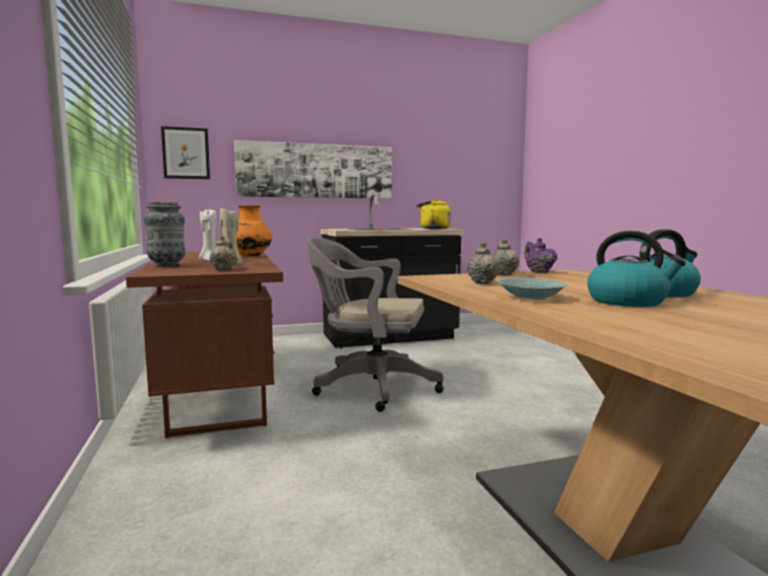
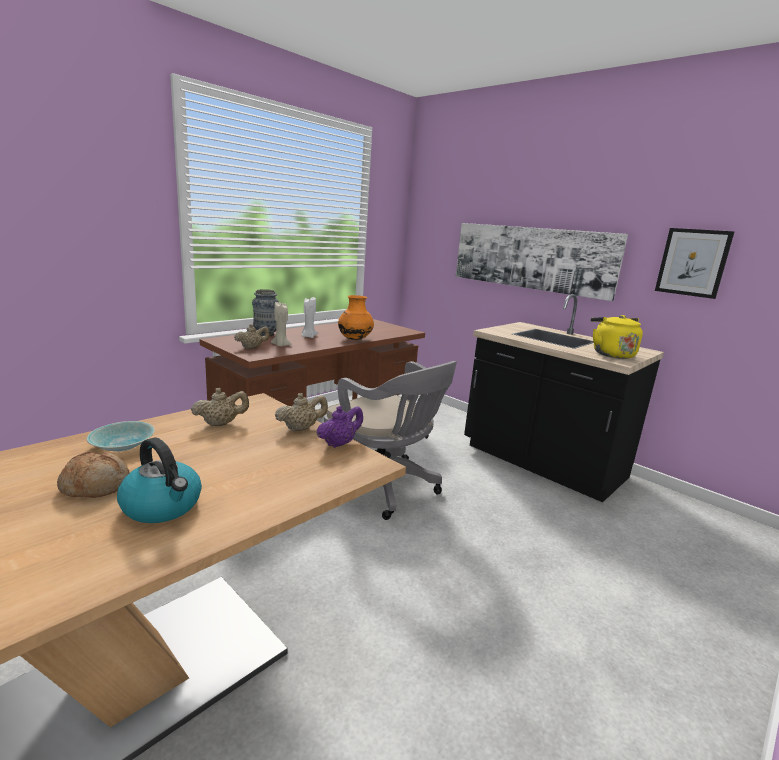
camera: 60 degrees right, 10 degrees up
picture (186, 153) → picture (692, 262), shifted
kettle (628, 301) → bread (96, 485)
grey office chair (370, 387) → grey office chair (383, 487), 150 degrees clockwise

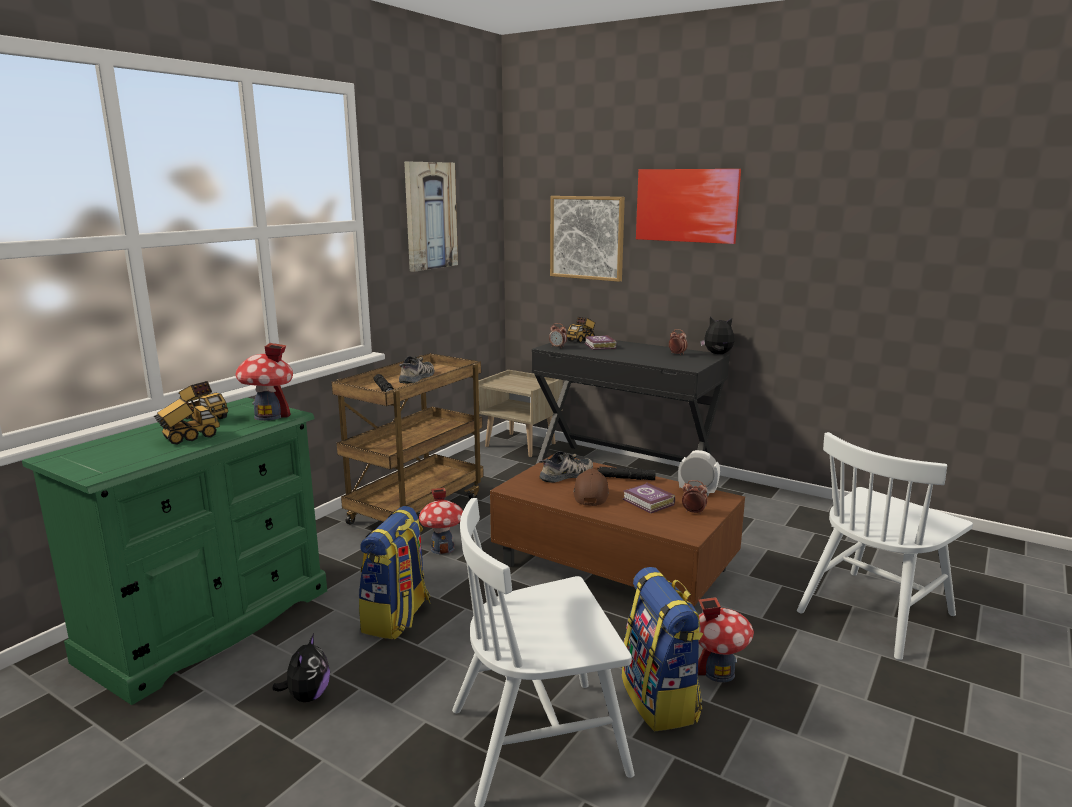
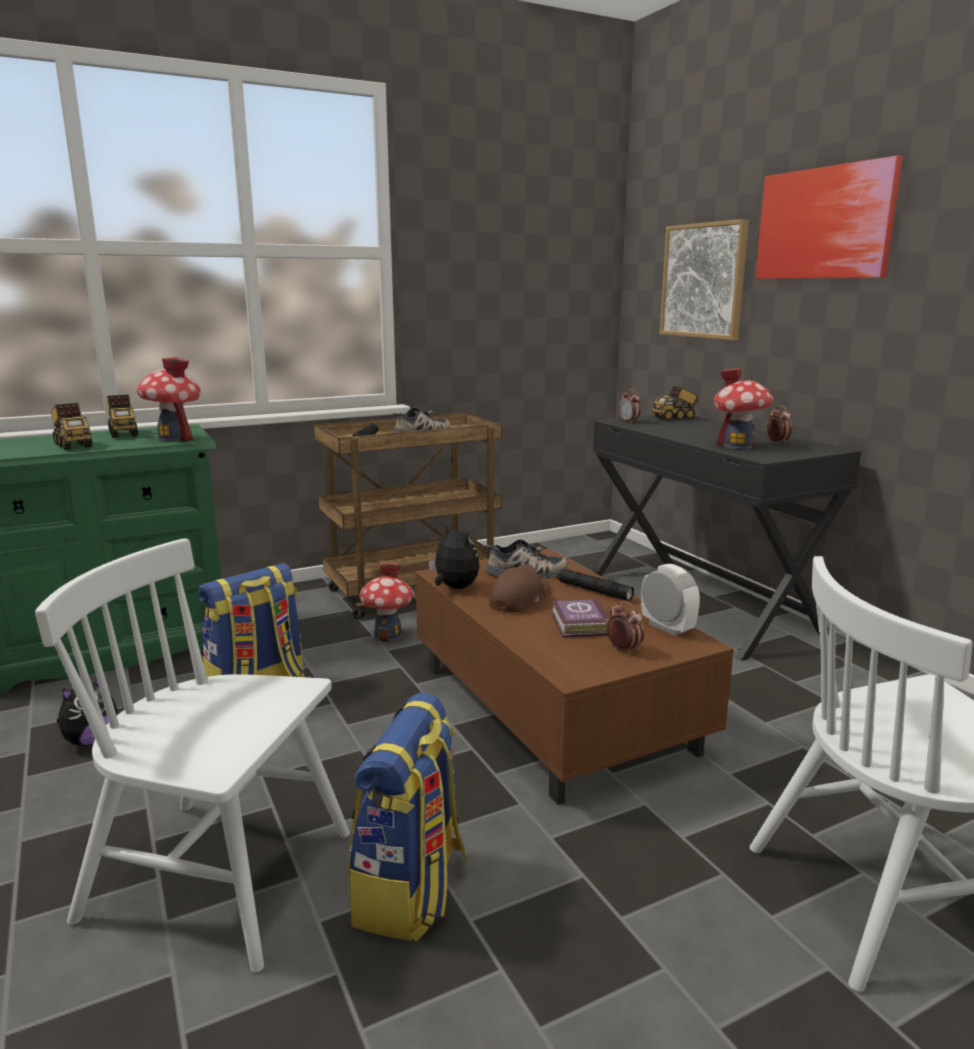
camera: 30 degrees right, 0 degrees up
picture (430, 216) → -
beige nightstand (521, 445) → -
book (599, 346) → -
toy house (718, 672) → toy house (738, 446), shifted
plush toy (717, 354) → plush toy (454, 588), shifted
toy truck (189, 438) → toy truck (73, 445), 60 degrees clockwise

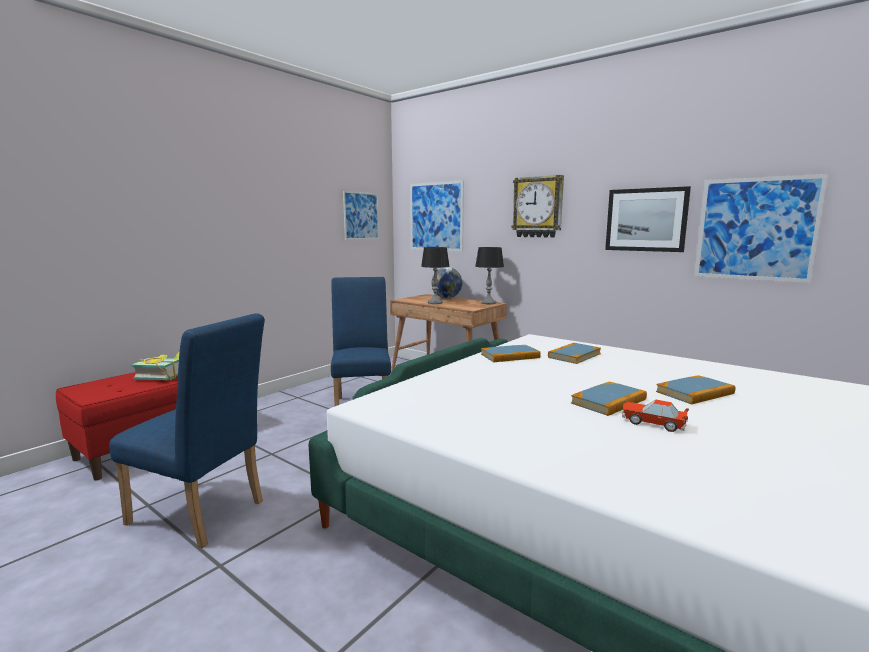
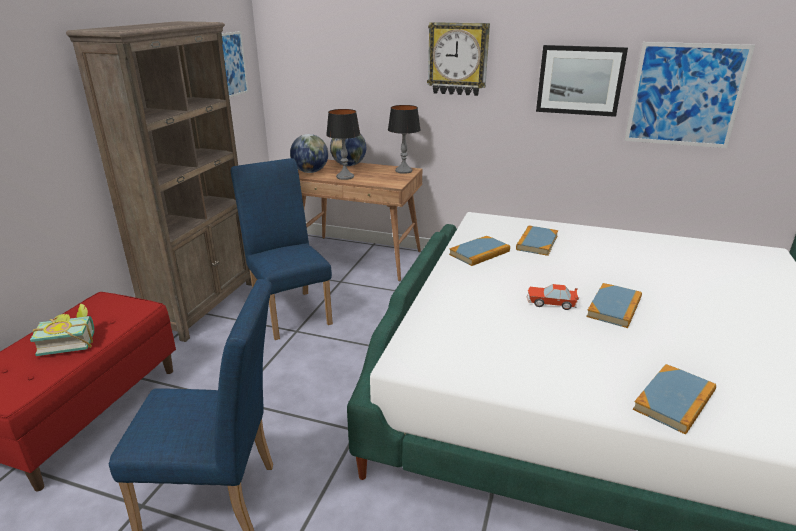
camera: 20 degrees left, 15 degrees up
picture (436, 216) → -
- → brown bookcase (204, 305)
- → globe (310, 172)
toy car (652, 423) → toy car (551, 303), shifted
book (695, 393) → book (674, 401), shifted

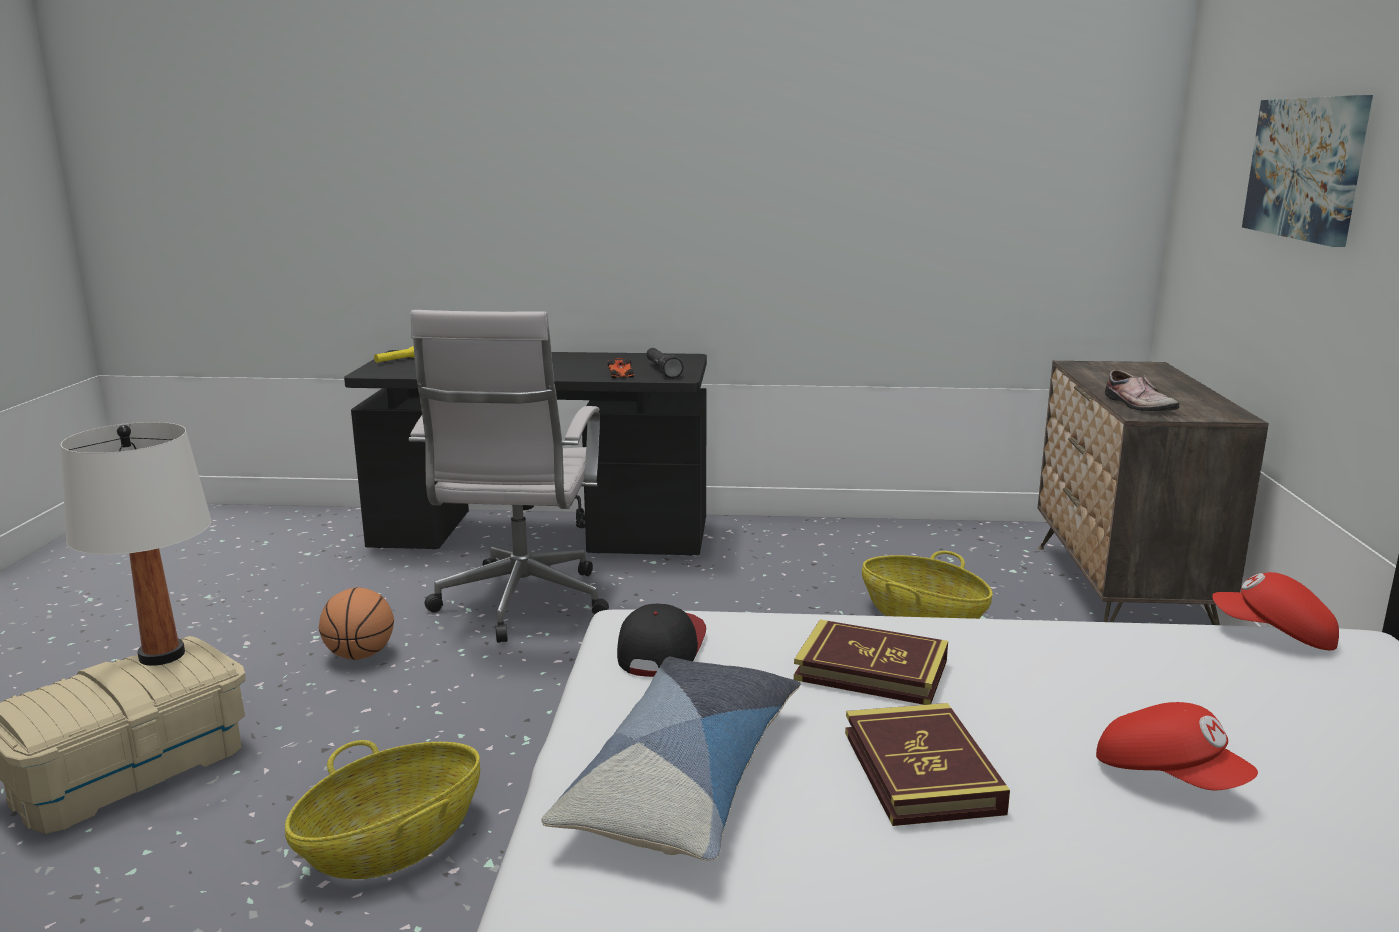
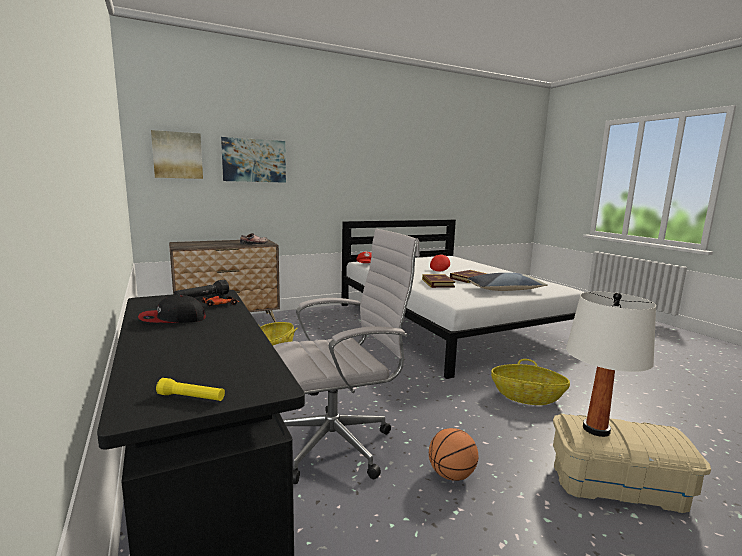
camera: 120 degrees left, 5 degrees down
- → picture (177, 155)
cap (660, 647) → cap (172, 319), shifted

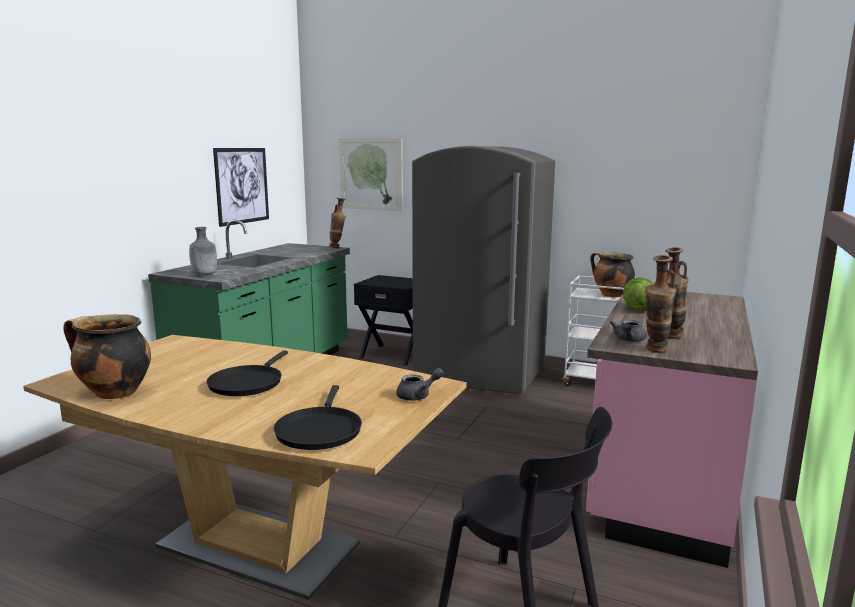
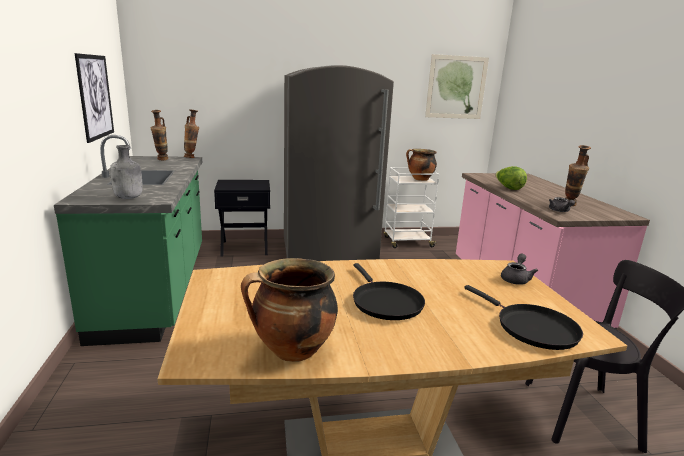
camera: 35 degrees left, 5 degrees up
picture (370, 174) → picture (456, 87), shifted
vase (655, 351) → vase (161, 160), shifted

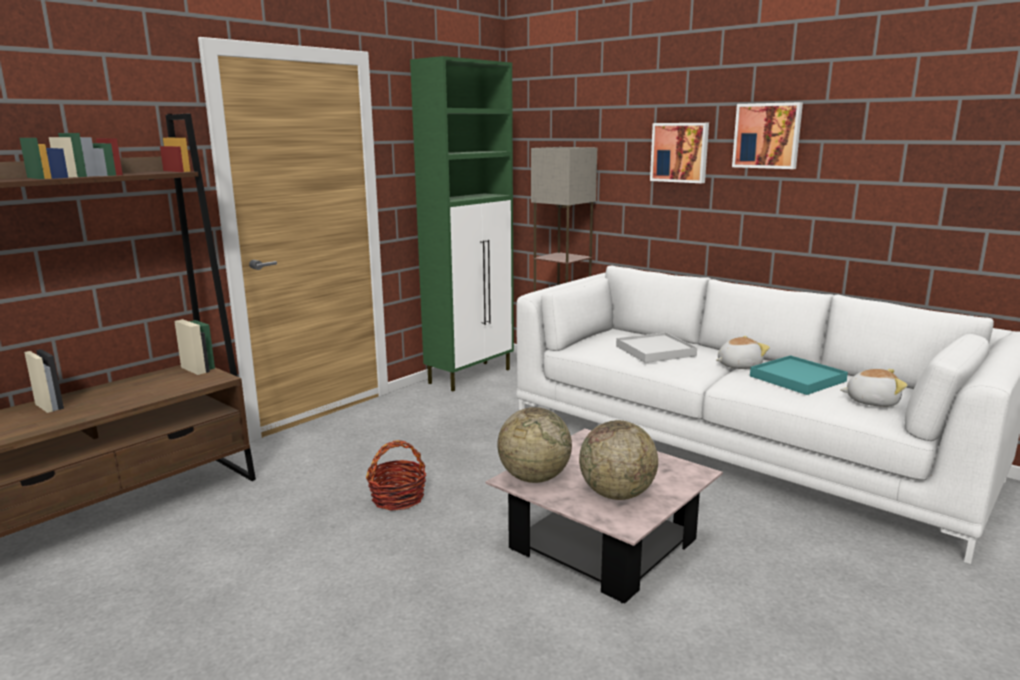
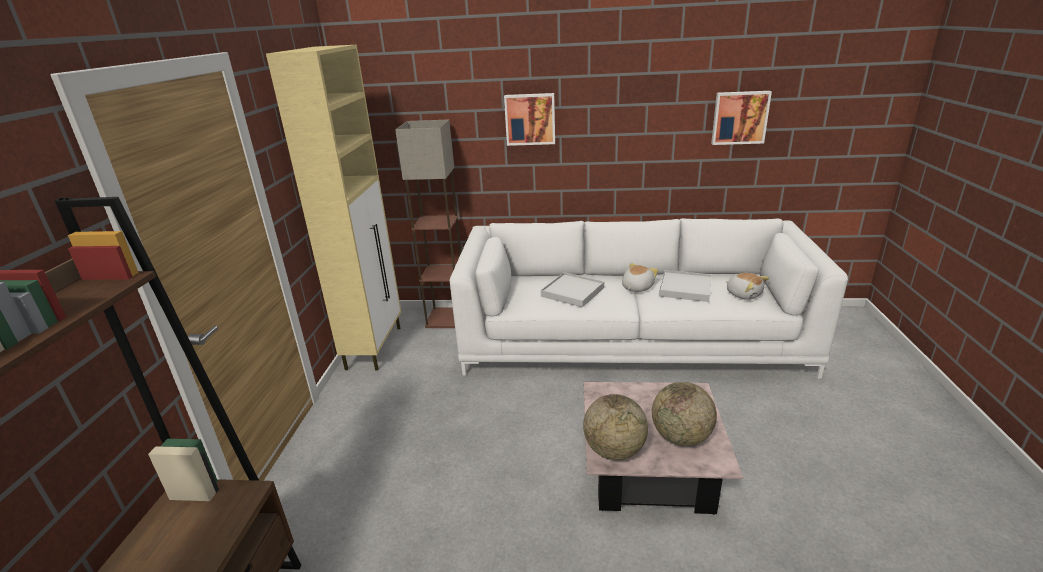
camera: 35 degrees left, 10 degrees up
basket (398, 498) → -
picture (767, 135) → picture (739, 117), shifted
green cabinet (471, 376) → beige cabinet (375, 347)
turquoise tray (797, 378) → white tray (685, 288)
plush toy (871, 401) → plush toy (744, 294), 75 degrees clockwise

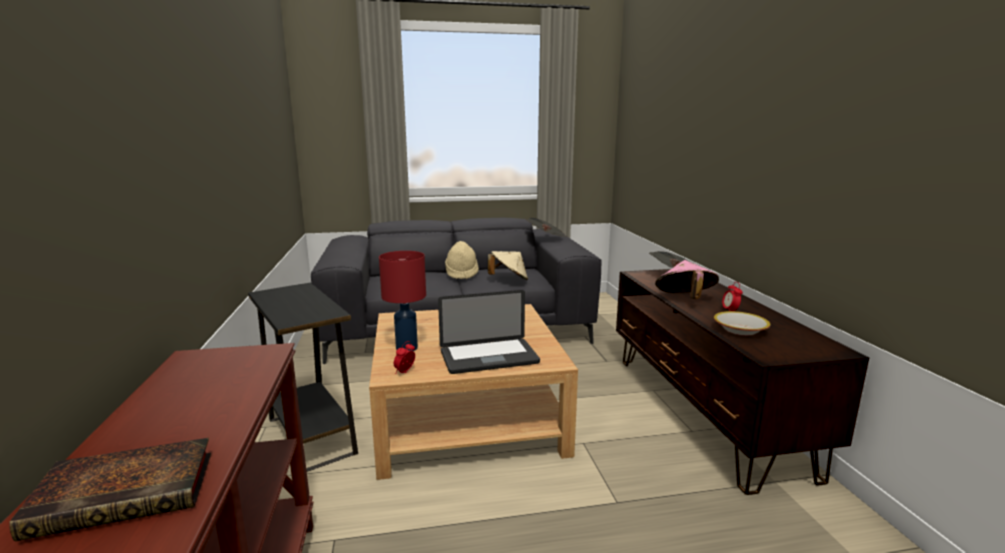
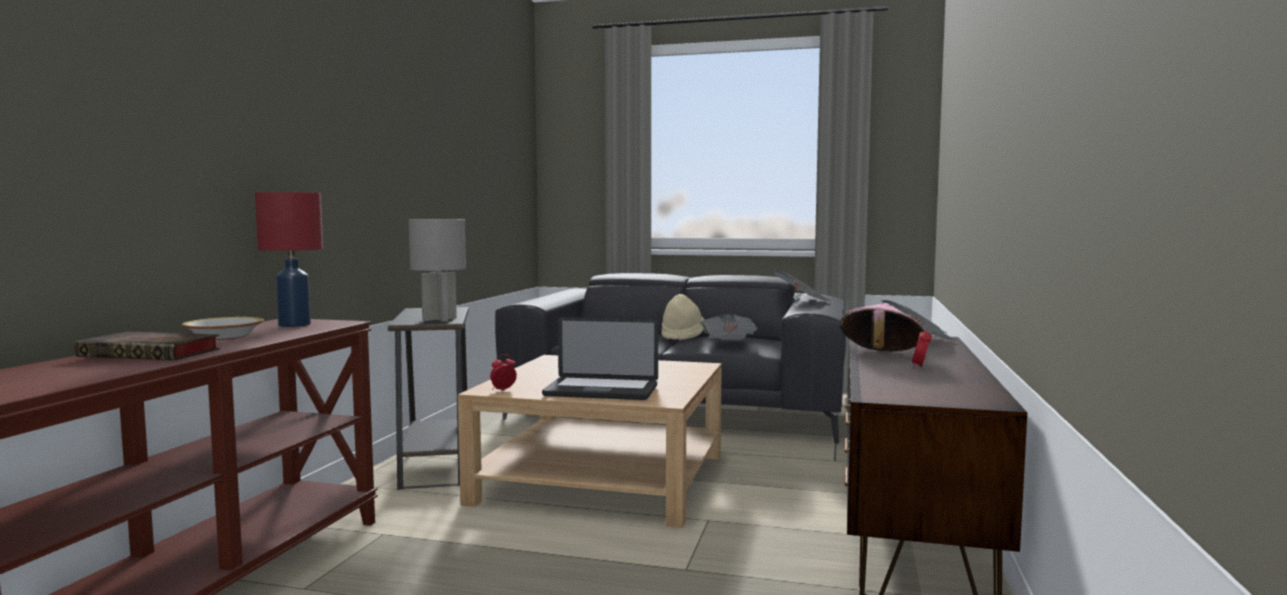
camera: 25 degrees right, 10 degrees down
- → grey table lamp (440, 319)
red table lamp (406, 348) → red table lamp (293, 325), shifted
bowl (739, 330) → bowl (224, 336), shifted
beige hat (509, 279) → newspaper (729, 344)

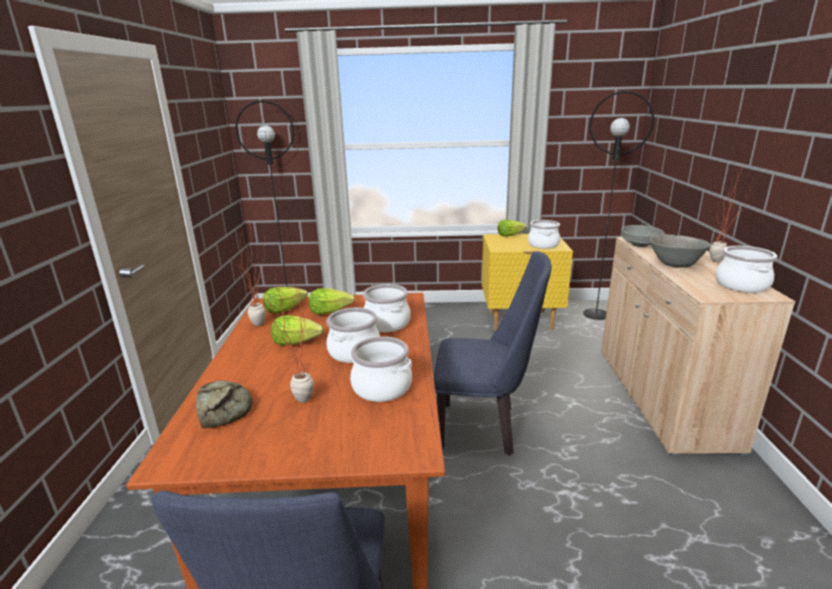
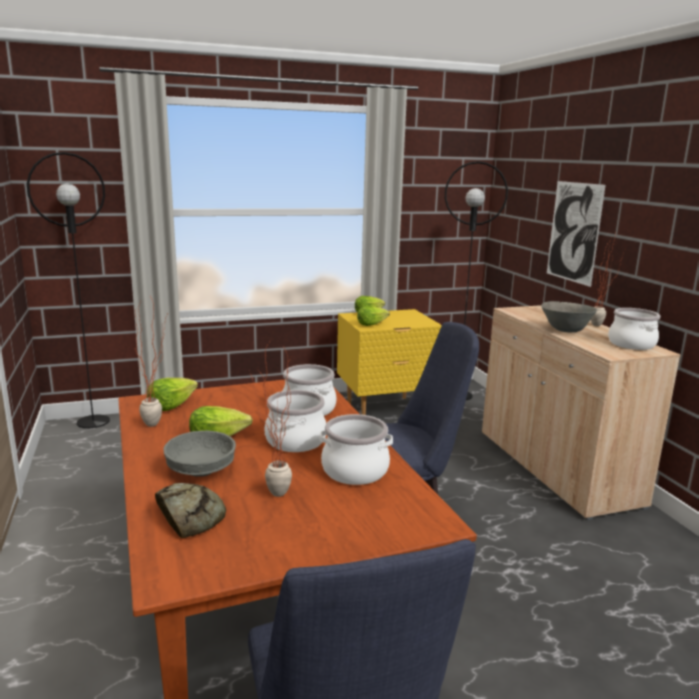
camera: 20 degrees left, 5 degrees down
cooking pot (543, 245) → -
- → picture (574, 232)
lettuce (330, 311) → lettuce (371, 324), shifted
grey bowl (639, 245) → grey bowl (200, 470), shifted

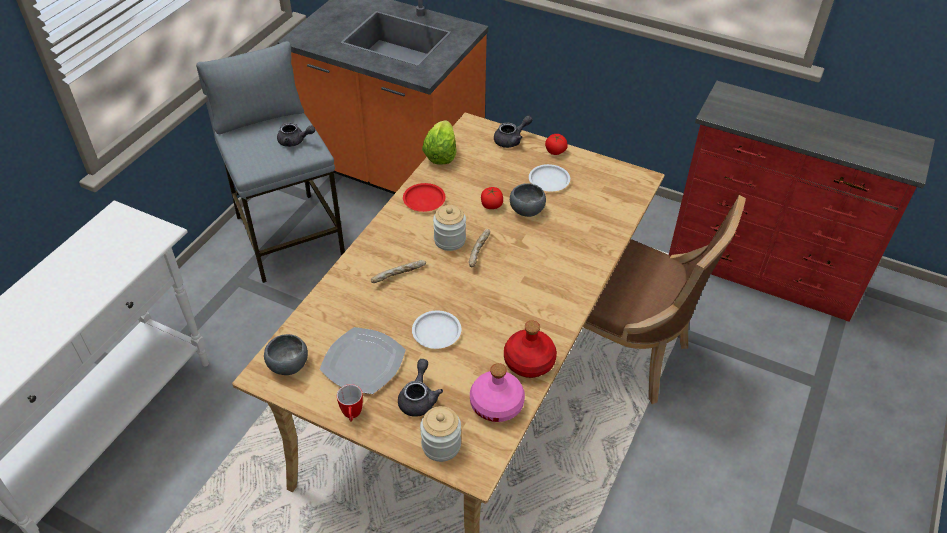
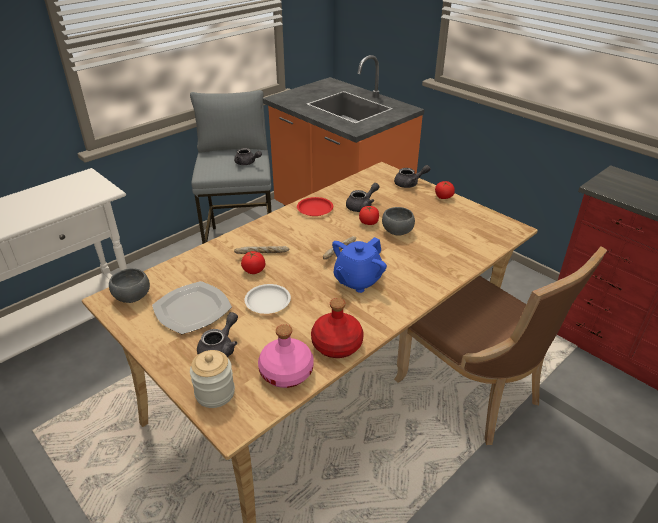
camera: 20 degrees right, 10 degrees down
mug (352, 416) → -
lettuce (441, 154) → -
jar (449, 240) → -
white plate (548, 180) → -
- → tomato (254, 270)
- → blue teapot (357, 280)
- → grey teapot (362, 206)

